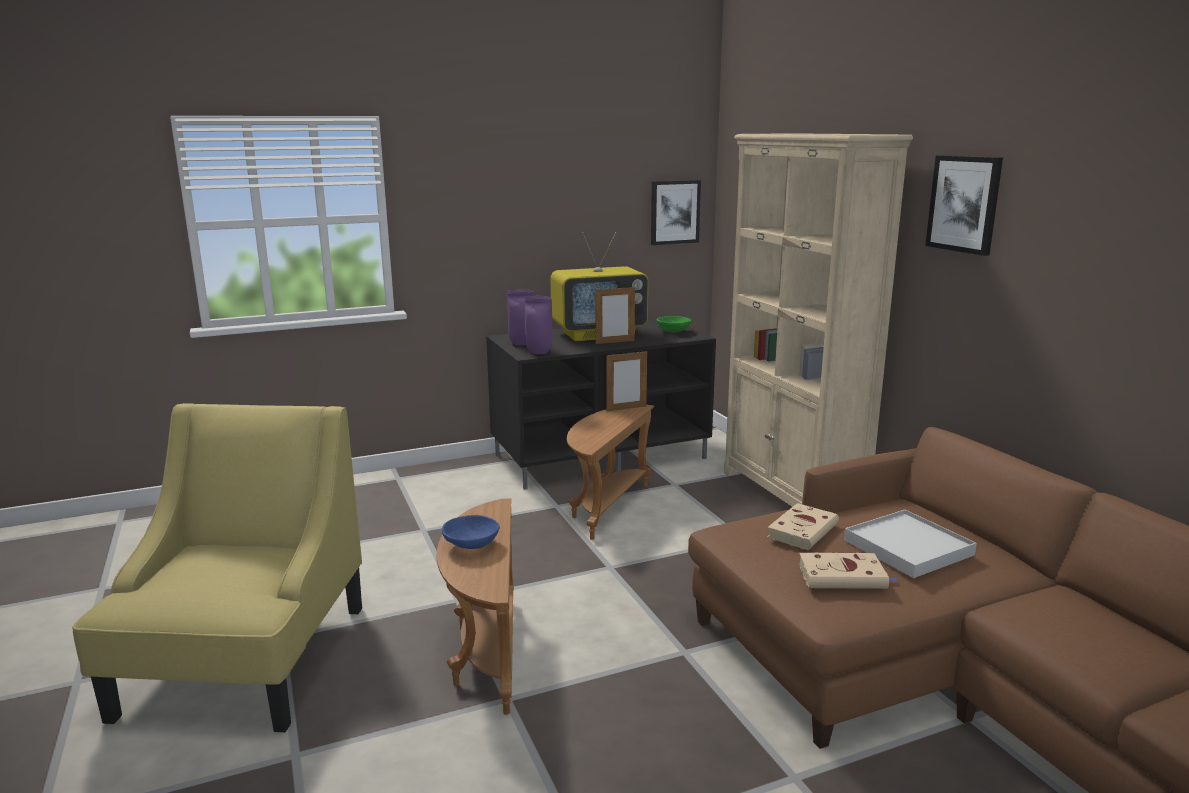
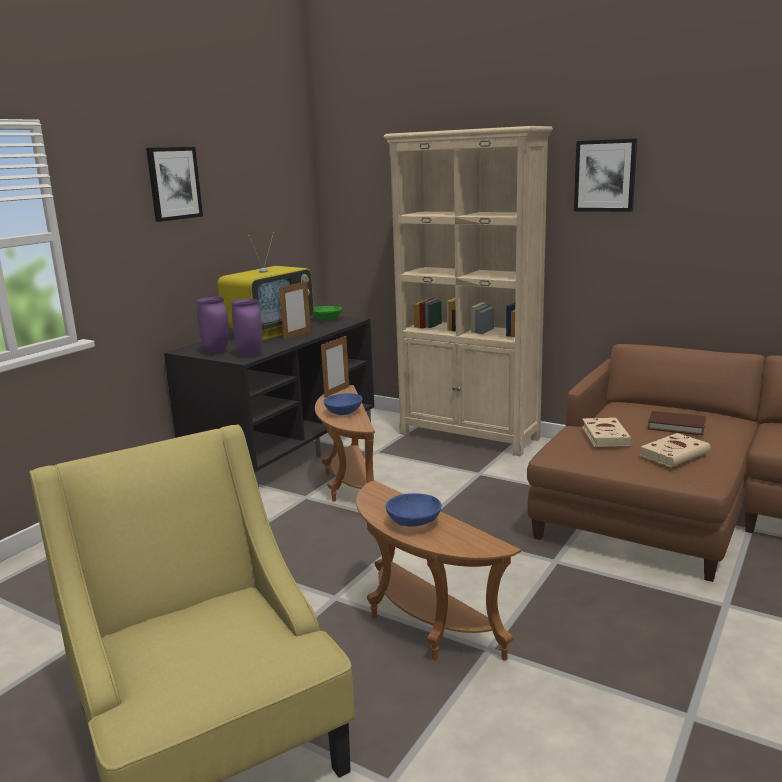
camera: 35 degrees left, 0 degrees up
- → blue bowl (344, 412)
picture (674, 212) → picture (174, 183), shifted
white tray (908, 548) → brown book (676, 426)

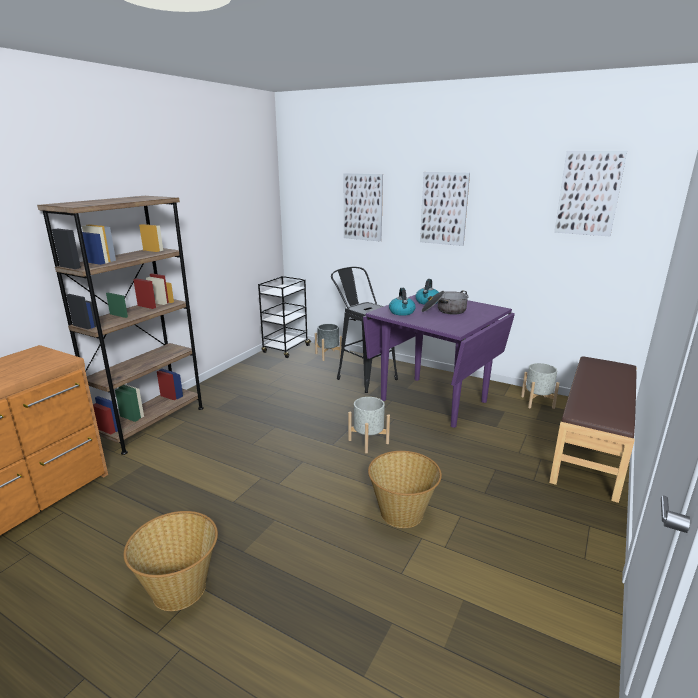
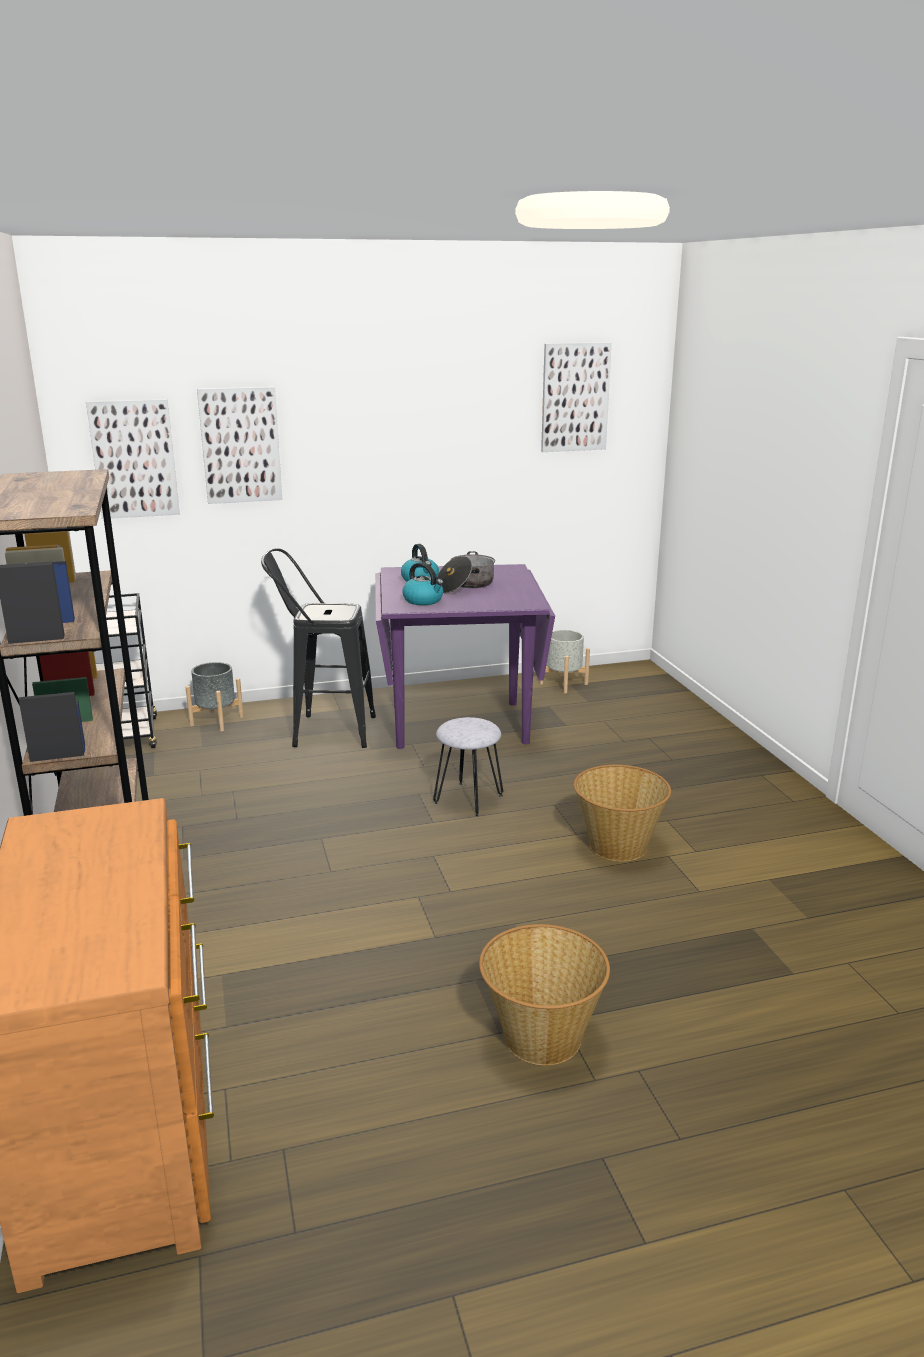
camera: 45 degrees left, 0 degrees up
brown bench (592, 446) → -
picture (444, 208) → picture (134, 459), shifted
grey planter (368, 442) → grey stool (468, 799)

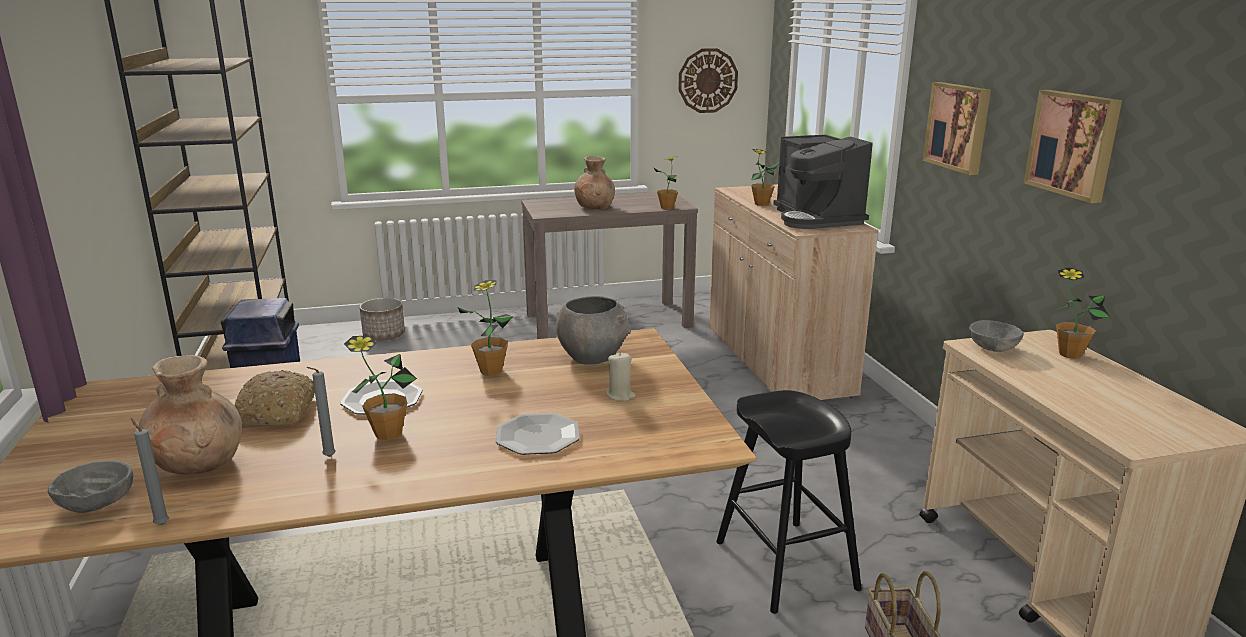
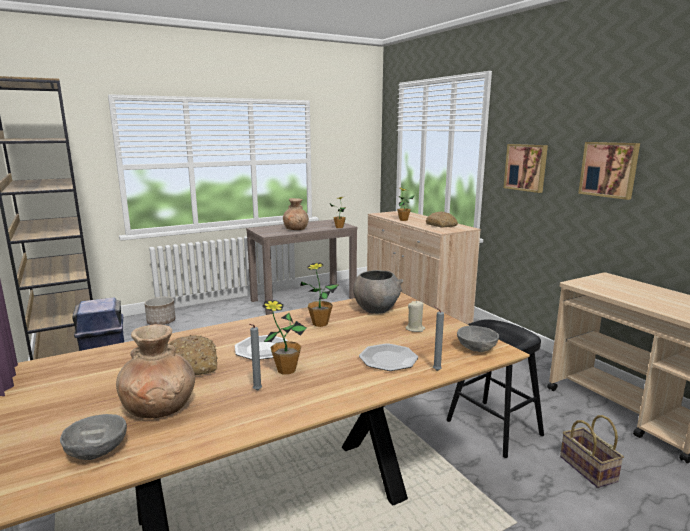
camera: 15 degrees left, 5 degrees down
wall clock (707, 80) → -
potted plant (1070, 354) → -
grey candle (161, 524) → grey candle (435, 370), shifted
grey bowl (993, 348) → grey bowl (476, 348), shifted
coffee machine (816, 218) → bread (441, 225)

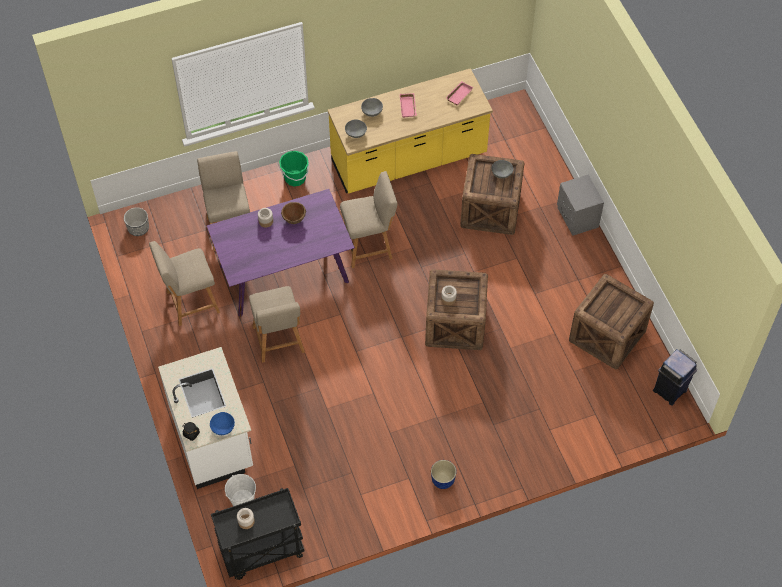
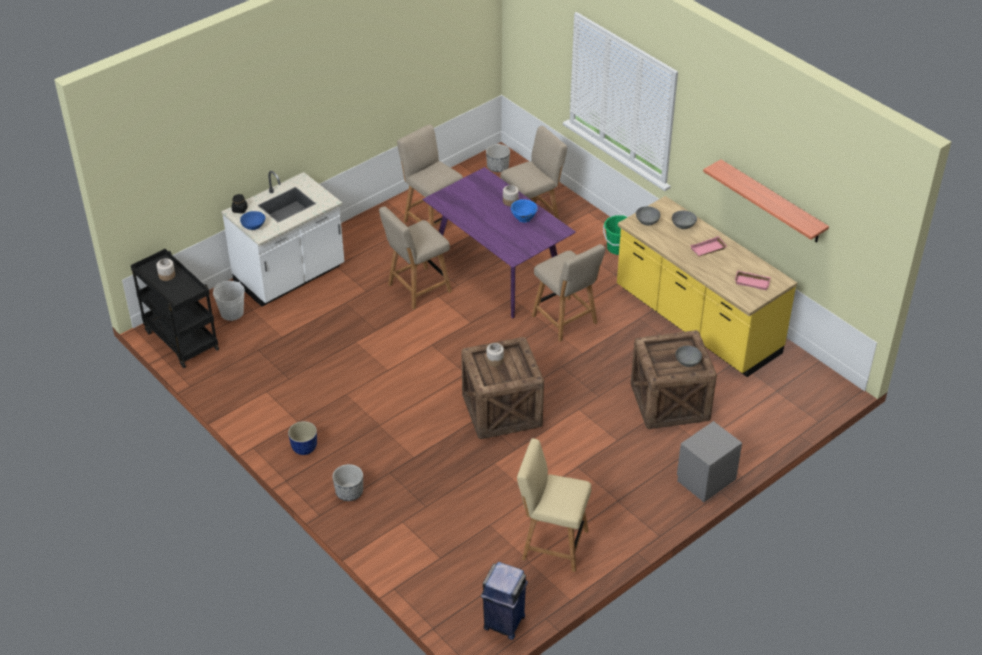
camera: 70 degrees right, 15 degrees down
- → planter (349, 492)
- → shelf (771, 202)
crate (605, 336) → beige chair (551, 544)
brown bowl (294, 219) → blue bowl (523, 218)

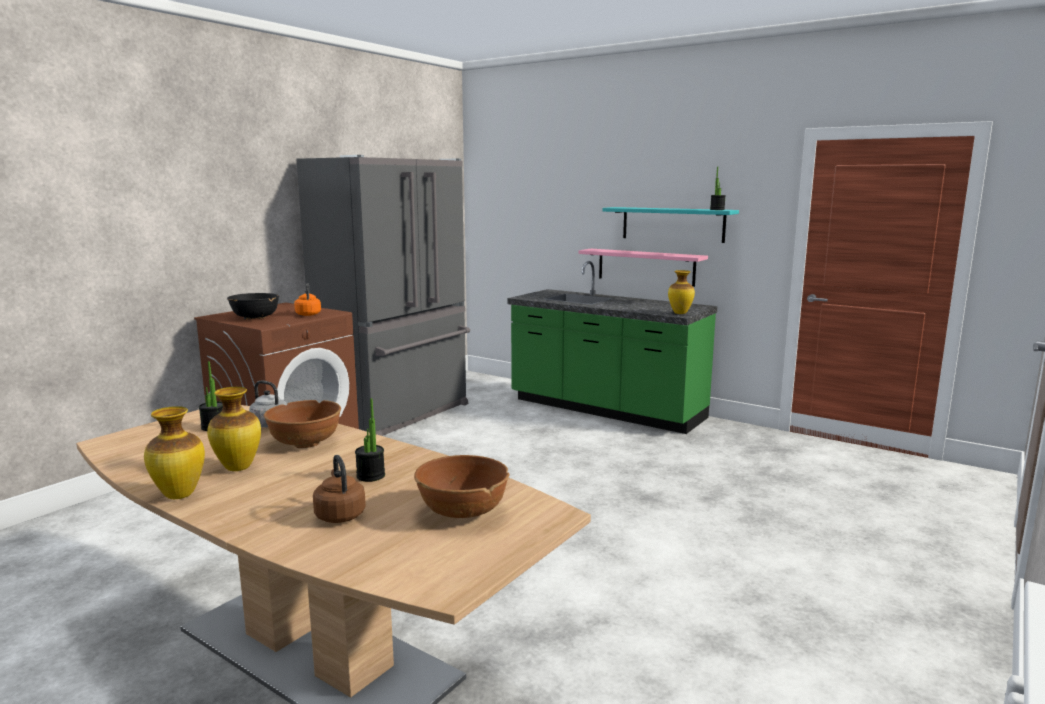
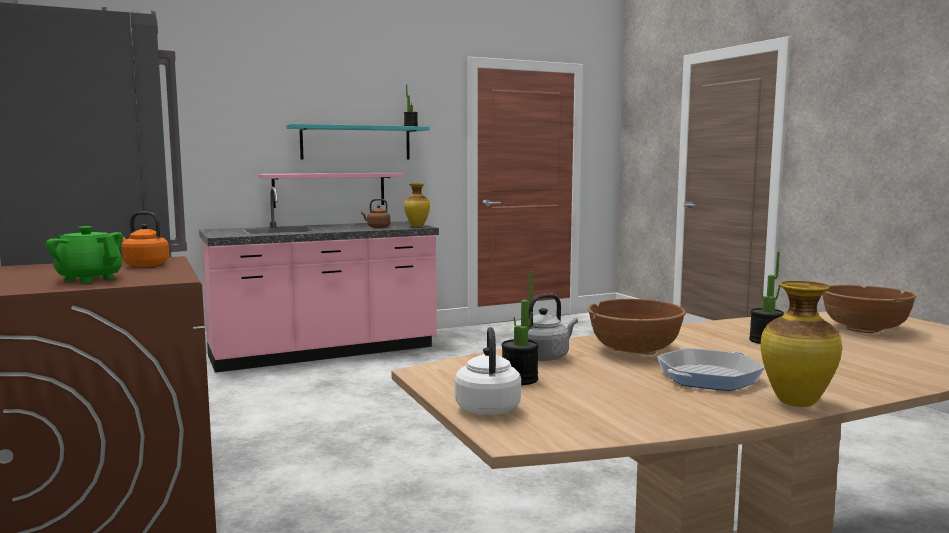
camera: 60 degrees left, 5 degrees down
- → white kettle (487, 407)
brown kettle (339, 515) → brown kettle (377, 227), shifted
vase (239, 468) → frying pan (708, 377)
black bowl (255, 318) → green teapot (89, 279)
green counter (605, 409) → pink counter (324, 352)

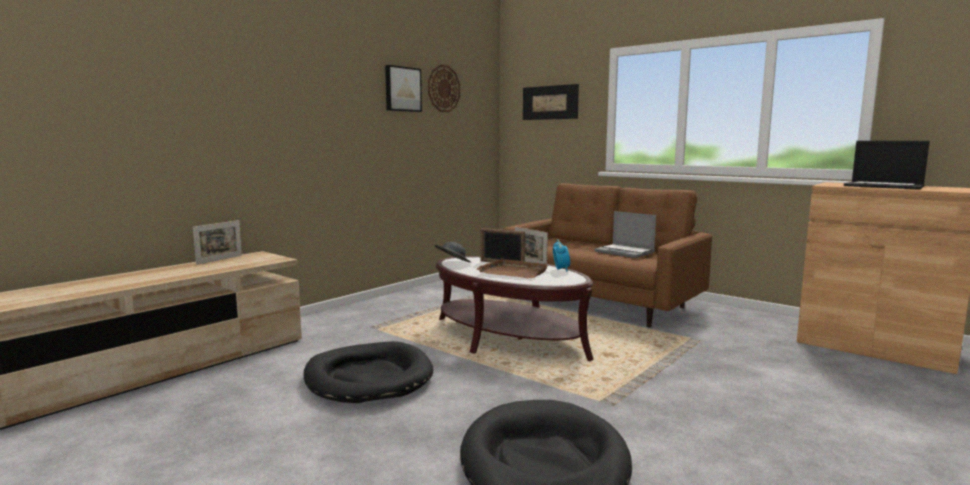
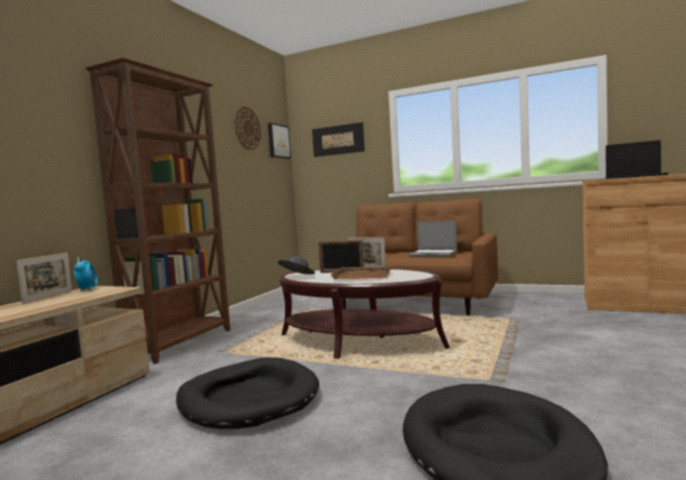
camera: 15 degrees left, 5 degrees down
- → brown bookcase (182, 343)
picture (402, 89) → picture (278, 141), shifted
alarm clock (561, 269) → alarm clock (87, 289), shifted

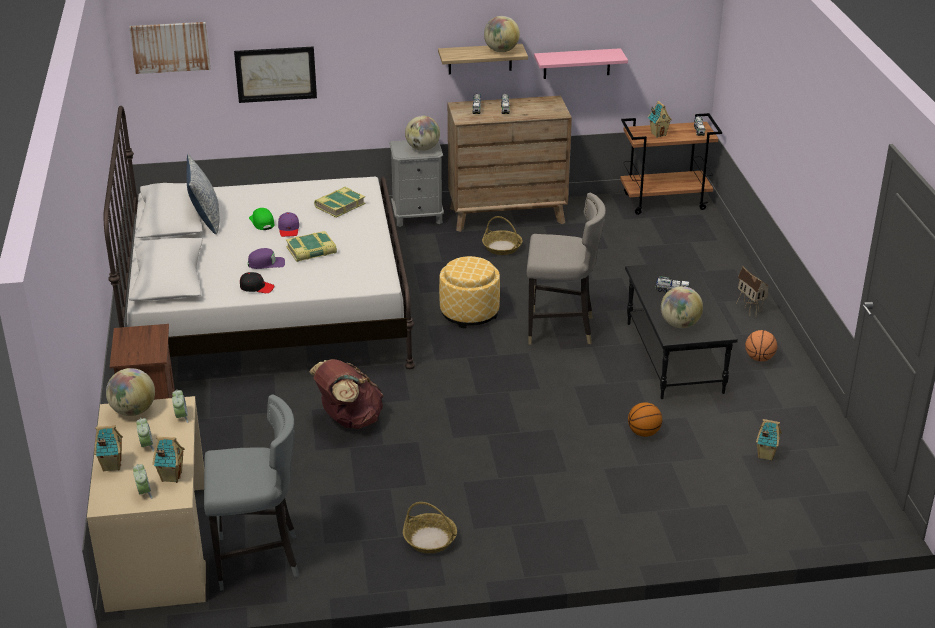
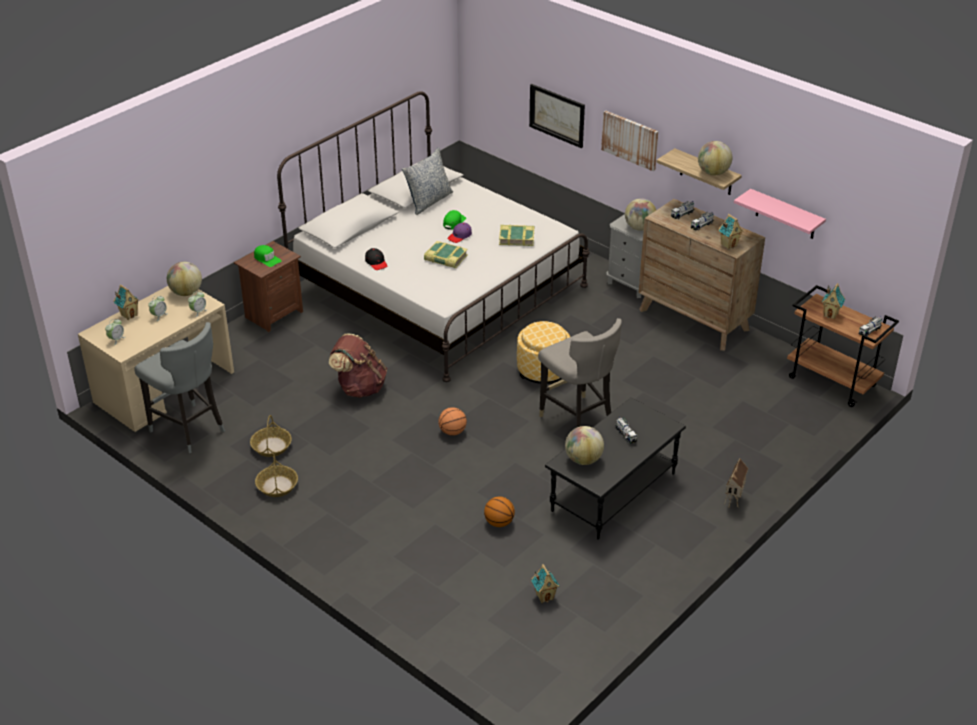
camera: 50 degrees right, 5 degrees up
purple cap (266, 263) → -
- → green cap (267, 259)
picture (170, 47) → picture (630, 140), shifted
toy house (171, 476) → toy house (728, 245), shifted
basket (501, 247) → basket (271, 446), shifted
basketball (759, 358) → basketball (452, 432), shifted

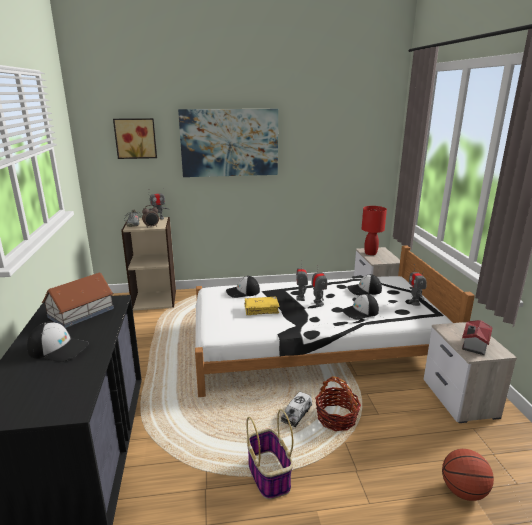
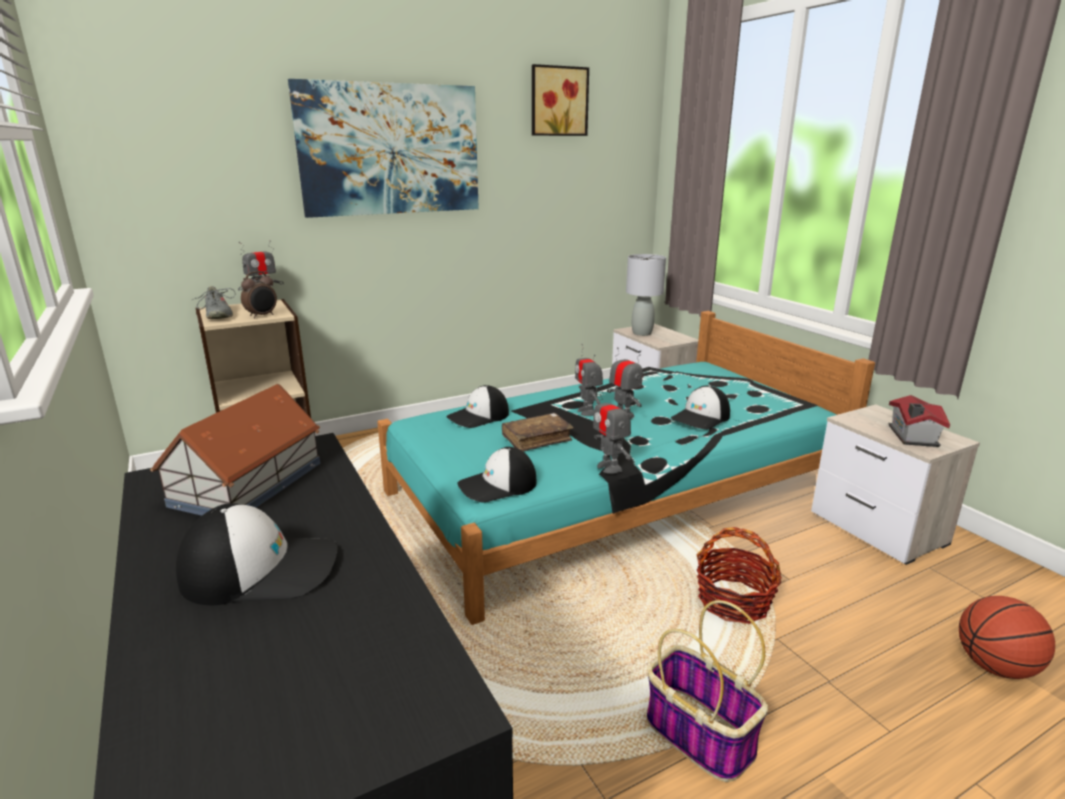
camera: 20 degrees left, 0 degrees up
toy truck (296, 415) → -
picture (135, 138) → picture (558, 101), shifted
cap (364, 290) → cap (497, 485), shifted
toy robot (414, 302) → toy robot (609, 467), shifted
white bed (316, 345) → turquoise bed (616, 492)
yellow book (261, 309) → brown book (537, 439)
red table lamp (370, 253) → grey table lamp (641, 333)

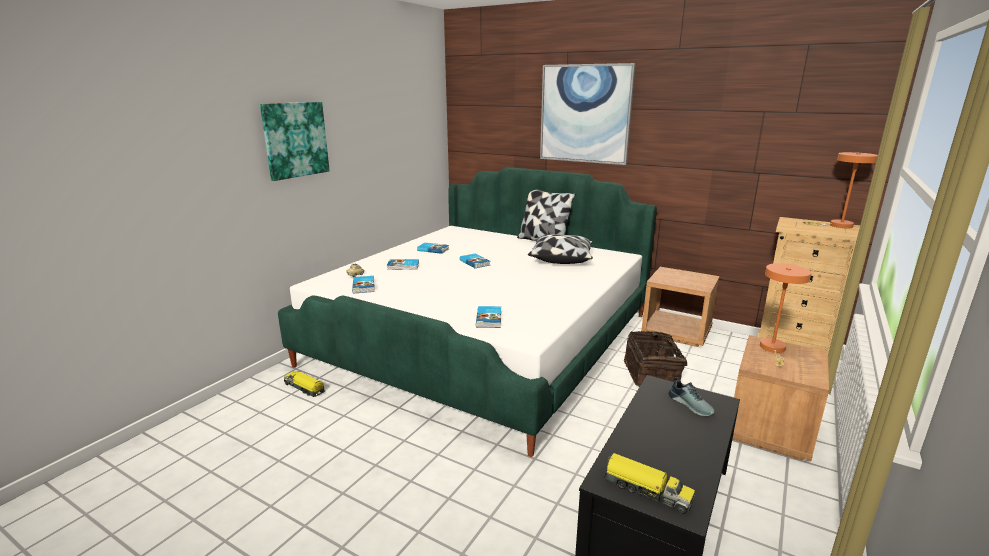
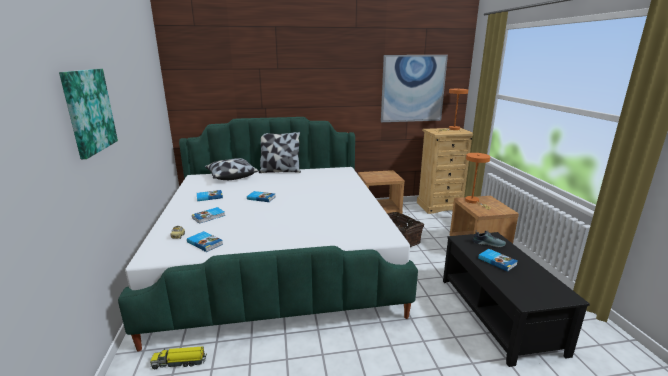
camera: 40 degrees left, 0 degrees up
toy truck (646, 490) → -
book (489, 319) → book (497, 261), shifted
pillow (561, 259) → pillow (231, 176), shifted
picture (585, 114) → picture (413, 88), shifted

